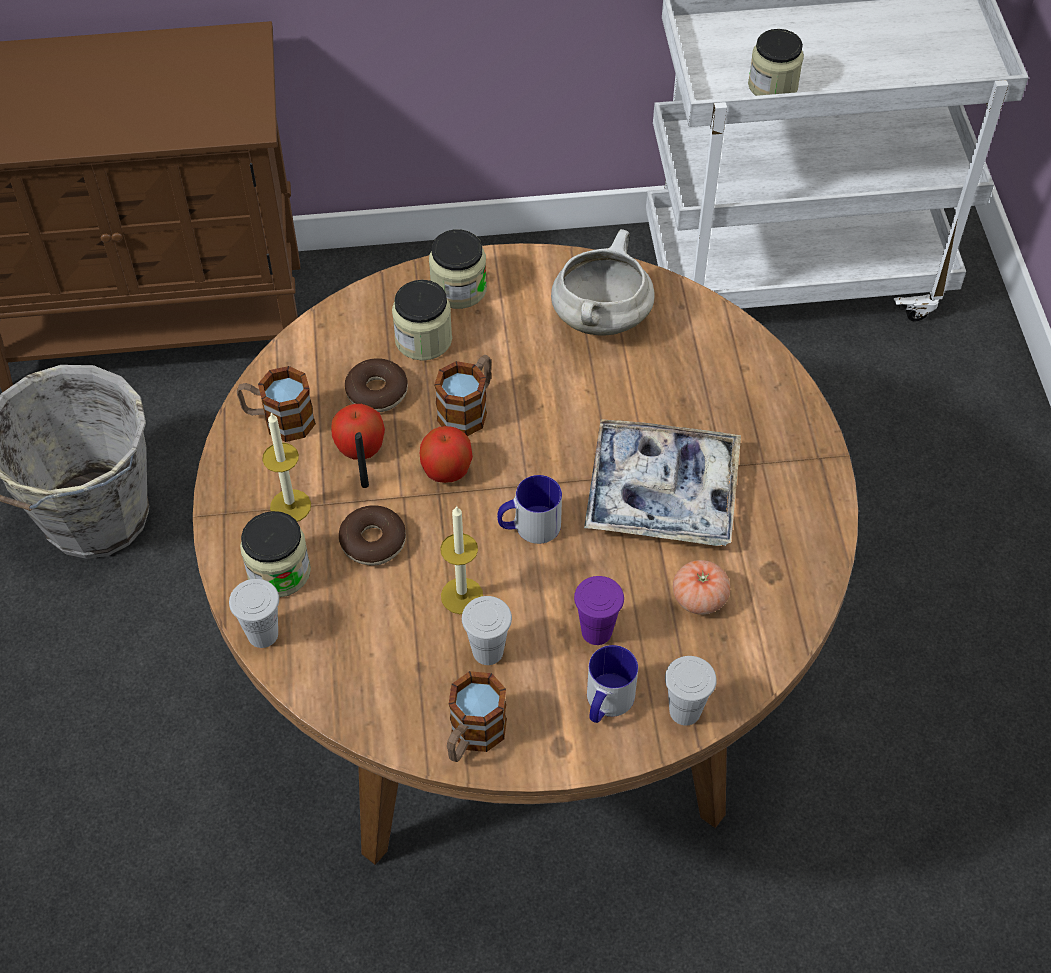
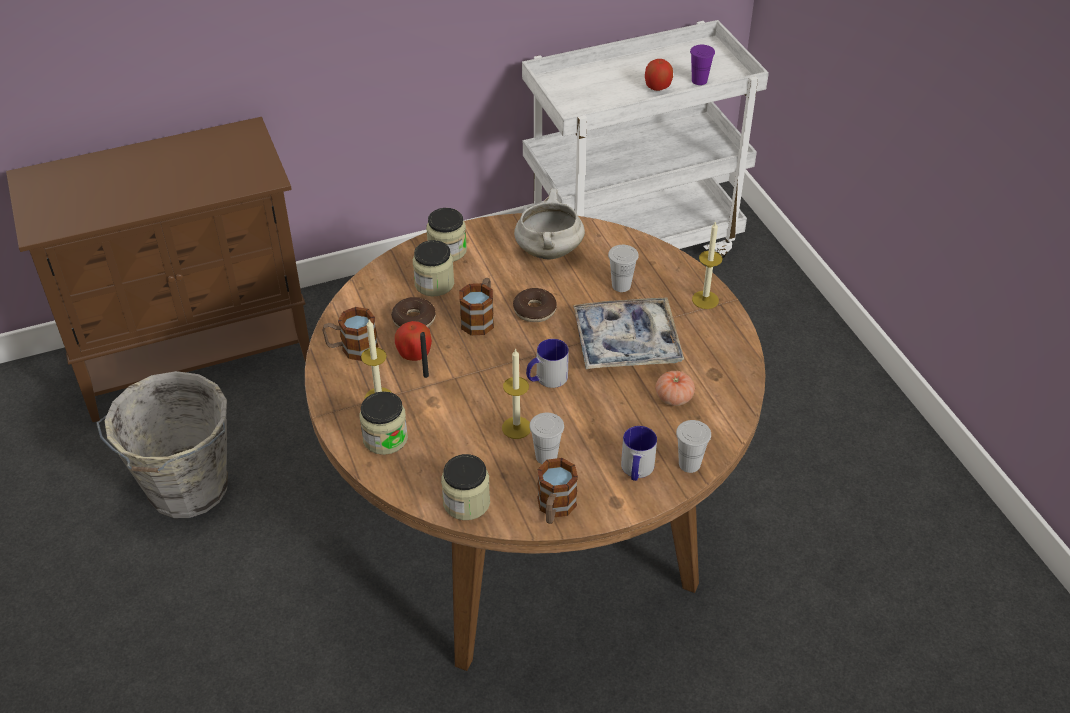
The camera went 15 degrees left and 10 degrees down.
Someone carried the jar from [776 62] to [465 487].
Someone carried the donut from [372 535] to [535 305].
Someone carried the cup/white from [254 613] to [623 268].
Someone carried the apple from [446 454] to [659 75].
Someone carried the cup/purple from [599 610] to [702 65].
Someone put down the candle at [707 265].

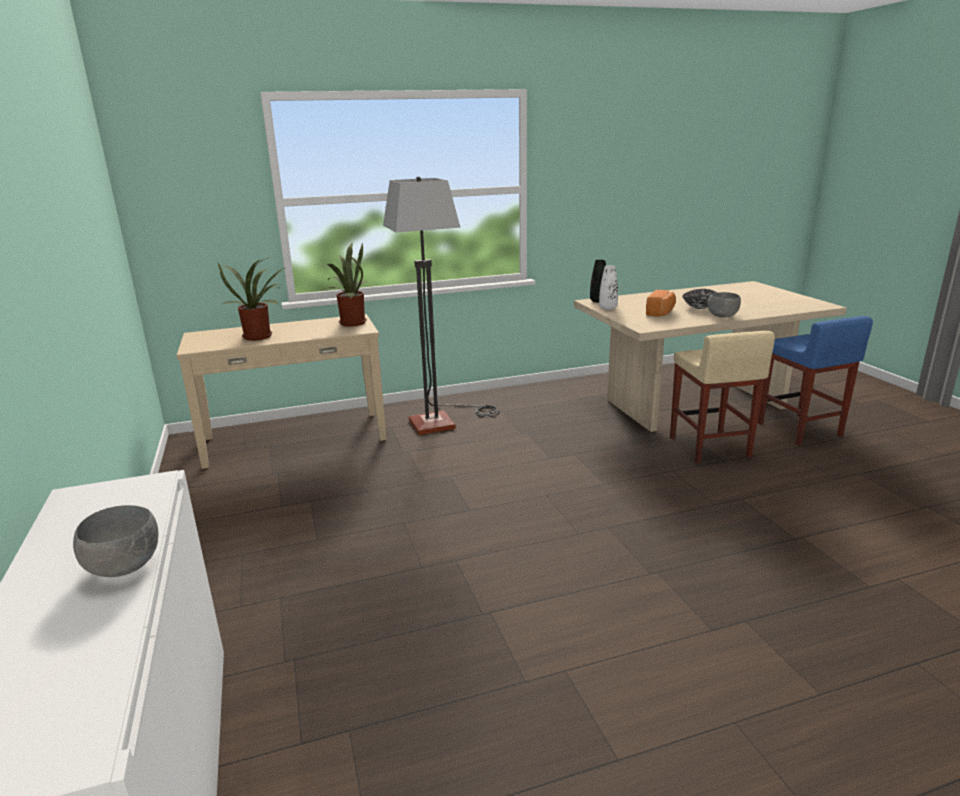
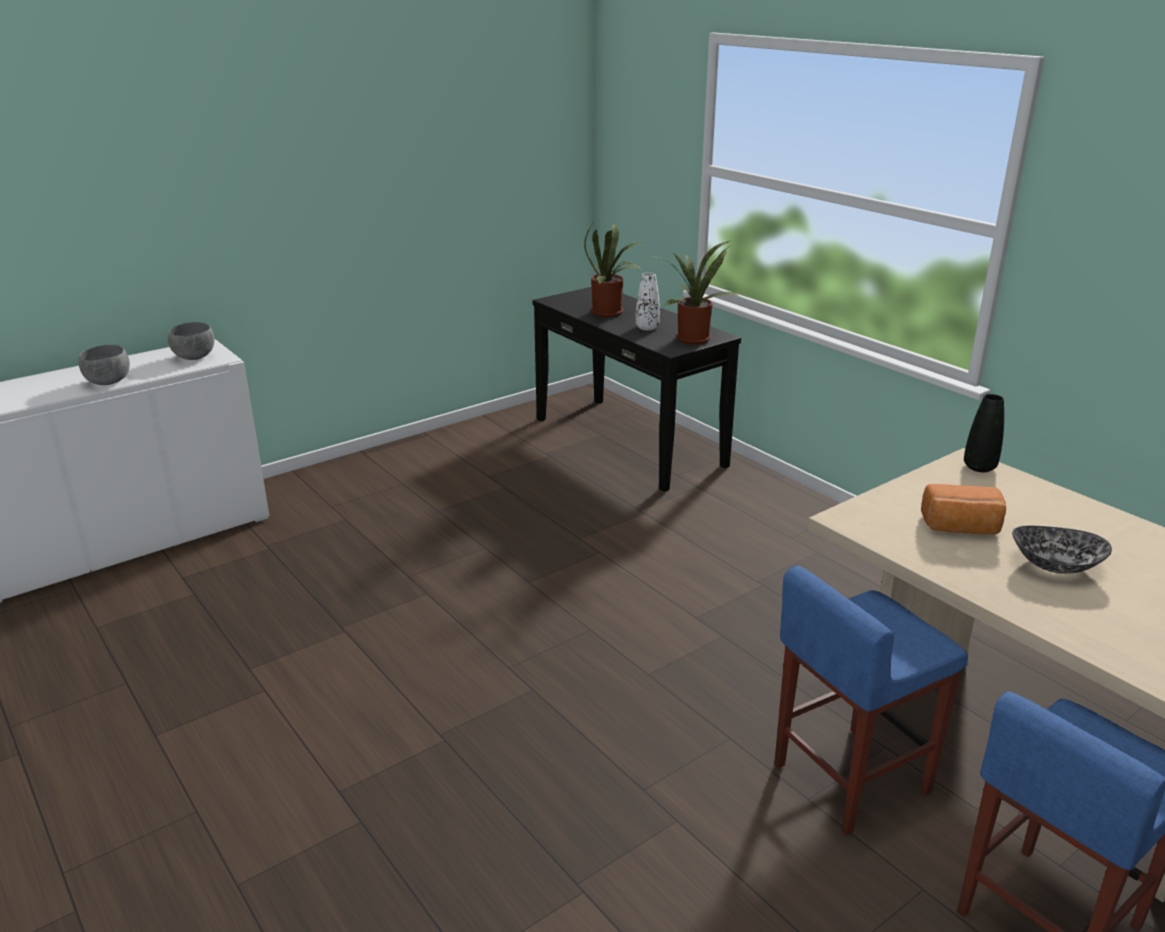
The camera went 70 degrees right and 5 degrees up.
Someone carried the bowl/grey from [724 304] to [191 341].
Someone repainted the console table/beige at [282 391], which became the console table/black at [636 389].
Someone carried the vase/white from [608 287] to [648 301].
Someone repainted the stool/beige at [722 397], which became the stool/blue at [871 700].
Someone took away the floor lamp at [441 306].

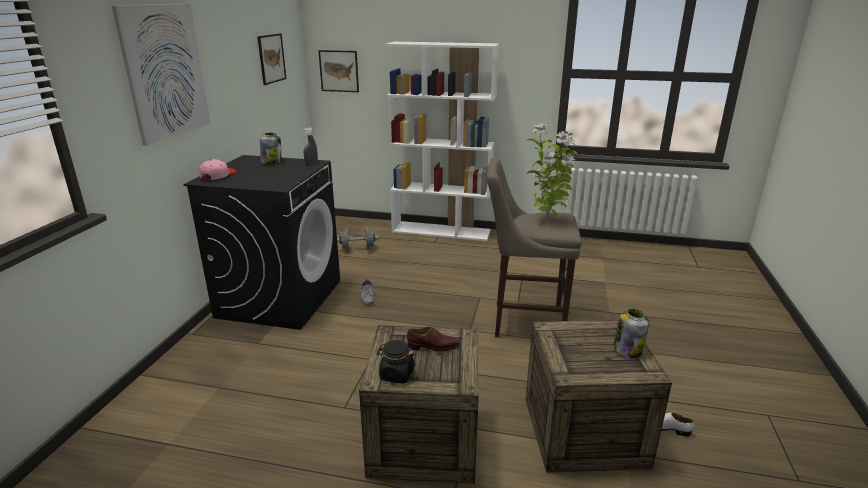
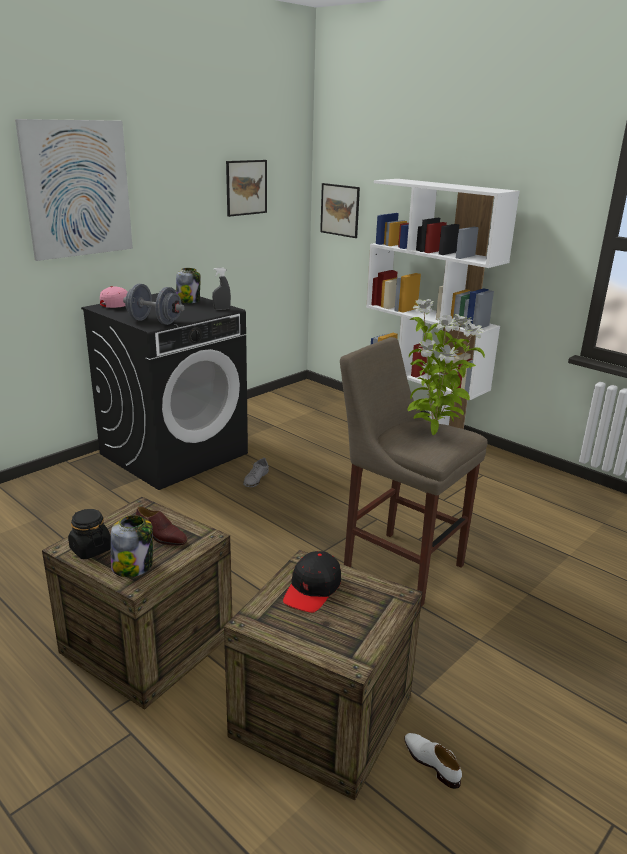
The camera went 30 degrees right and 0 degrees up.
Someone carried the jar from [631 333] to [132 546].
Someone carried the dumbbell/grey from [358 239] to [154 304].
Someone put down the cap/black at [312 582].

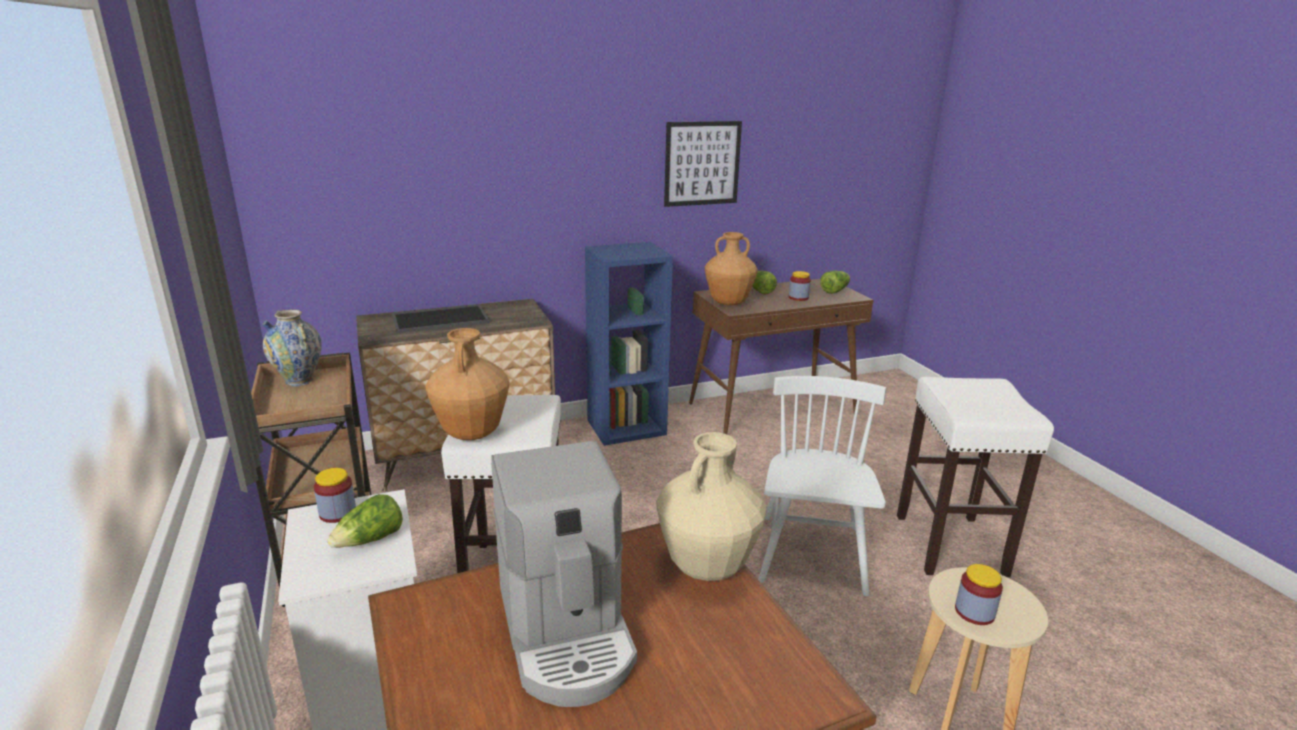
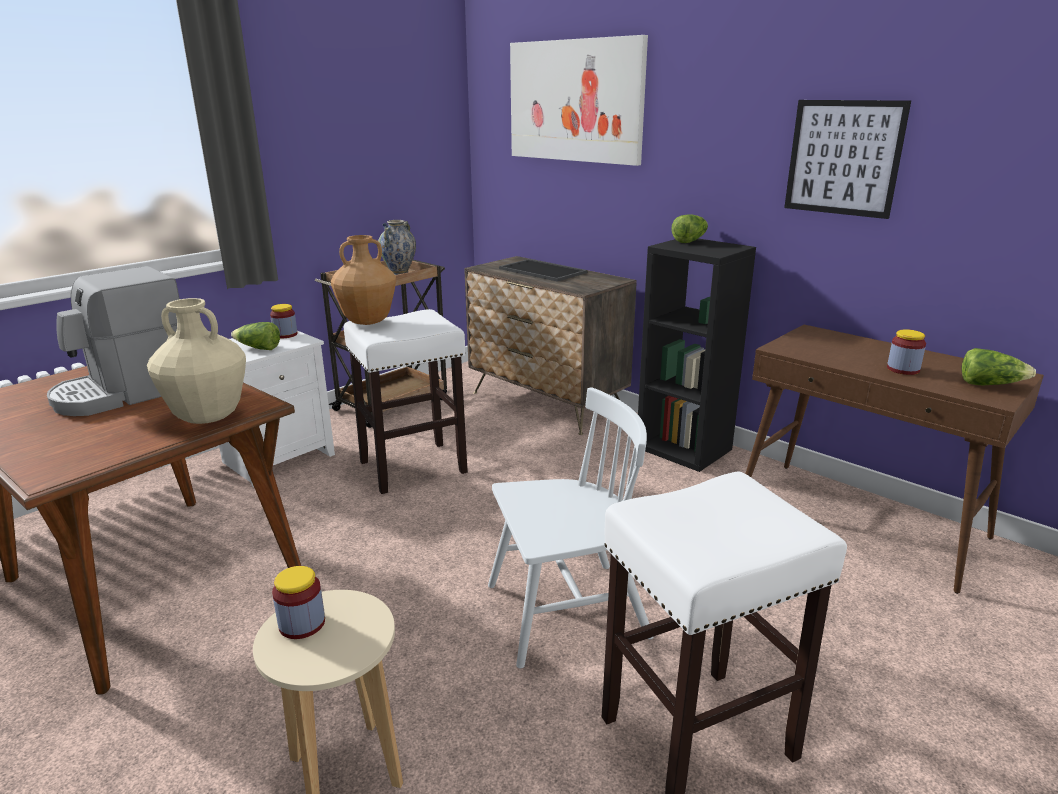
The camera went 65 degrees right and 0 degrees up.
Someone put up the picture at [579 100].
Someone repainted the bookcase/blue at [629 344], which became the bookcase/black at [697 355].
Someone carried the lettuce from [764 282] to [690 229].
Someone took away the vase/brown at [731 268].

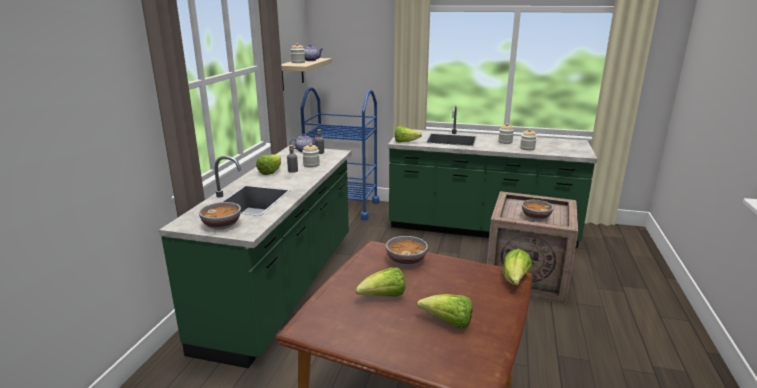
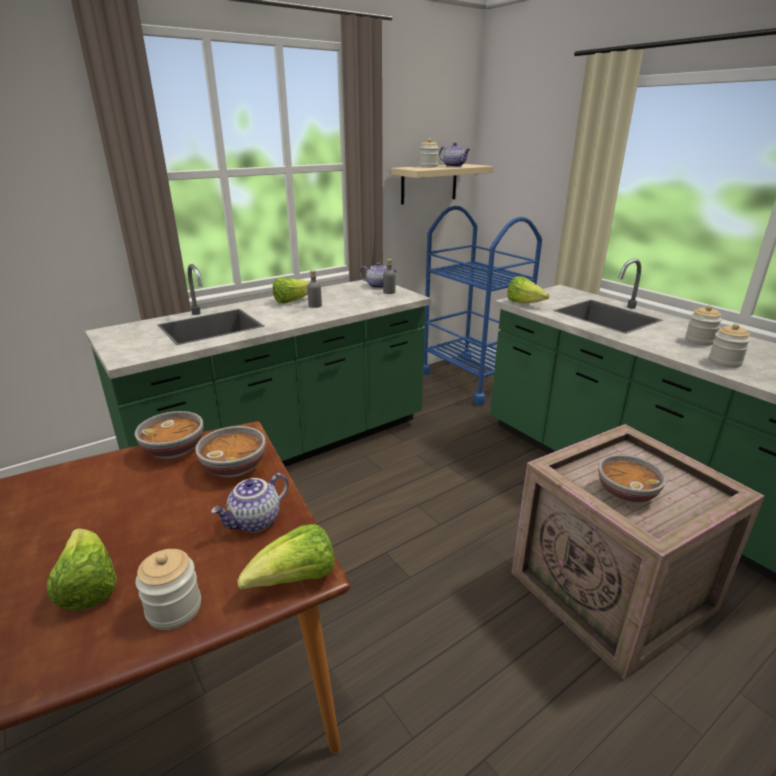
The camera went 40 degrees right and 5 degrees up.
Someone carried the bowl from [220 216] to [169 435].
Someone carried the jar from [311 155] to [168 589].
Someone put down the teapot at [250 502].
Someone took away the lettuce at [380 282].

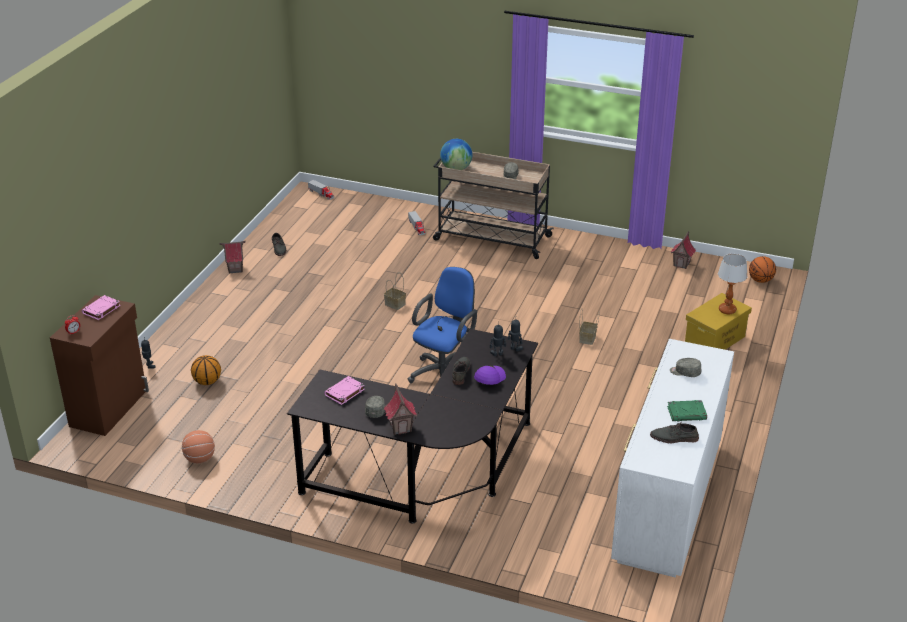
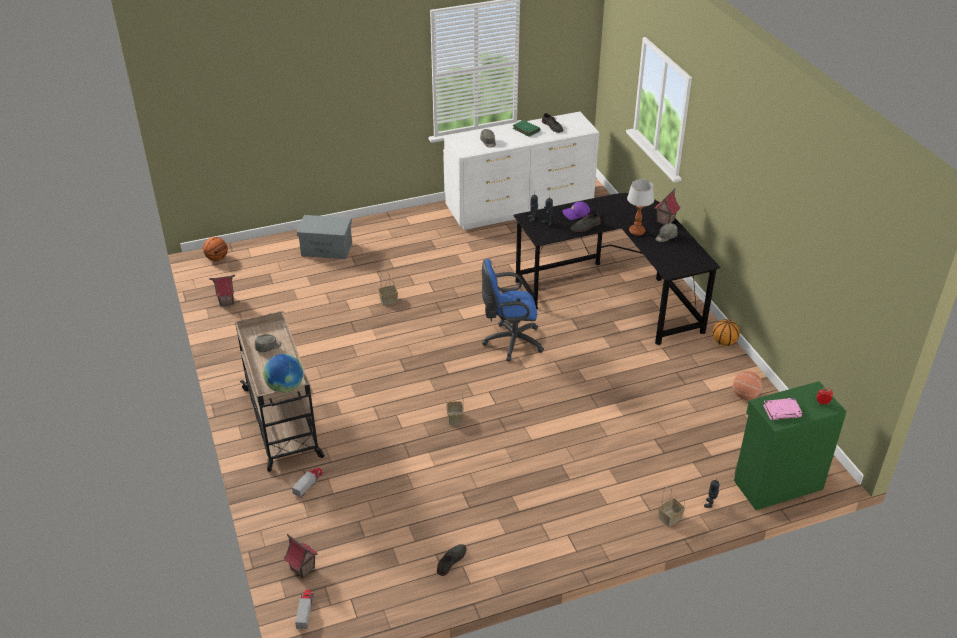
The camera went 130 degrees left and 5 degrees up.
Someone carried the toy house from [232 257] to [301 556].
Someone repainted the storage box/yellow at [718 321], which became the storage box/grey at [324 237].
Someone carried the table lamp from [733 284] to [640 207].
Someone put down the basket at [671 506].
Someone carried the basketball from [206 370] to [726 332].
Someone repainted the cabinet/brown at [99 365], which became the cabinet/green at [790 445].
Someone took away the book/pink at [344 390].

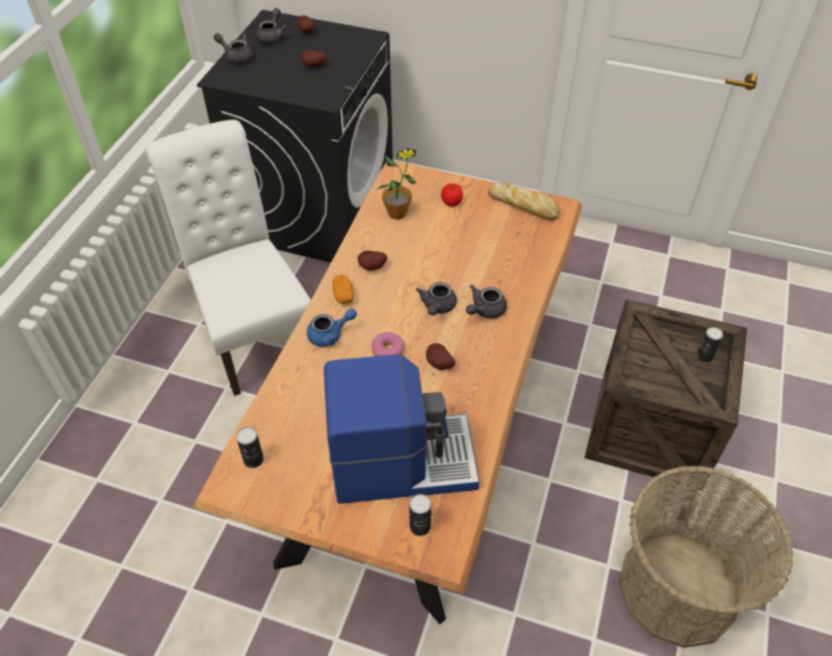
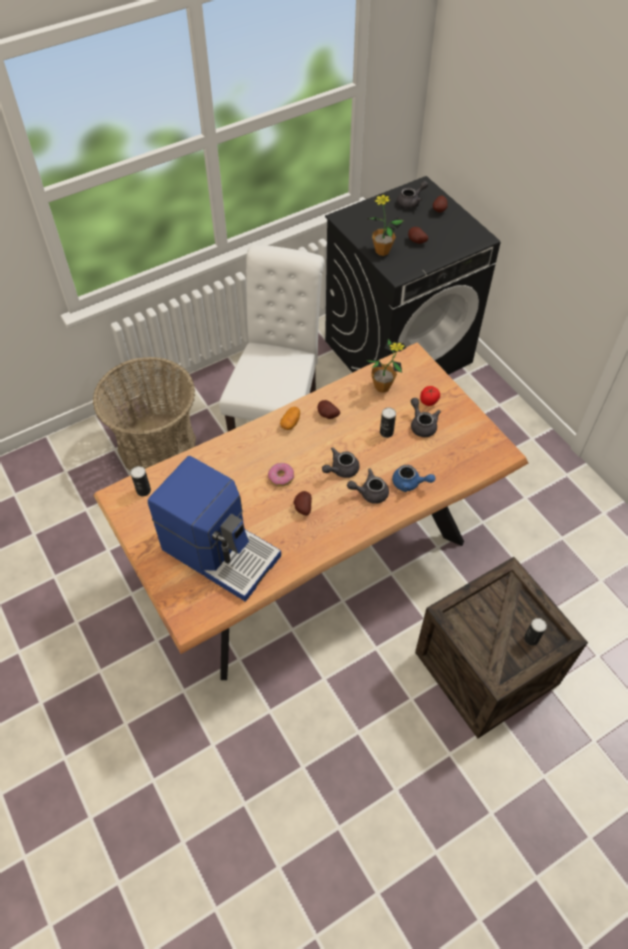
The camera went 40 degrees right and 5 degrees up.
Someone carried the basket from [706 556] to [144 413].
Someone put down the potted plant at [386 225].
Someone carried the can from [420 515] to [388 422].
Someone carried the teapot/blue from [332 327] to [413 478].
Someone carried the teapot/grey from [233 48] to [426 417].
Someone took away the bread at [524 201].

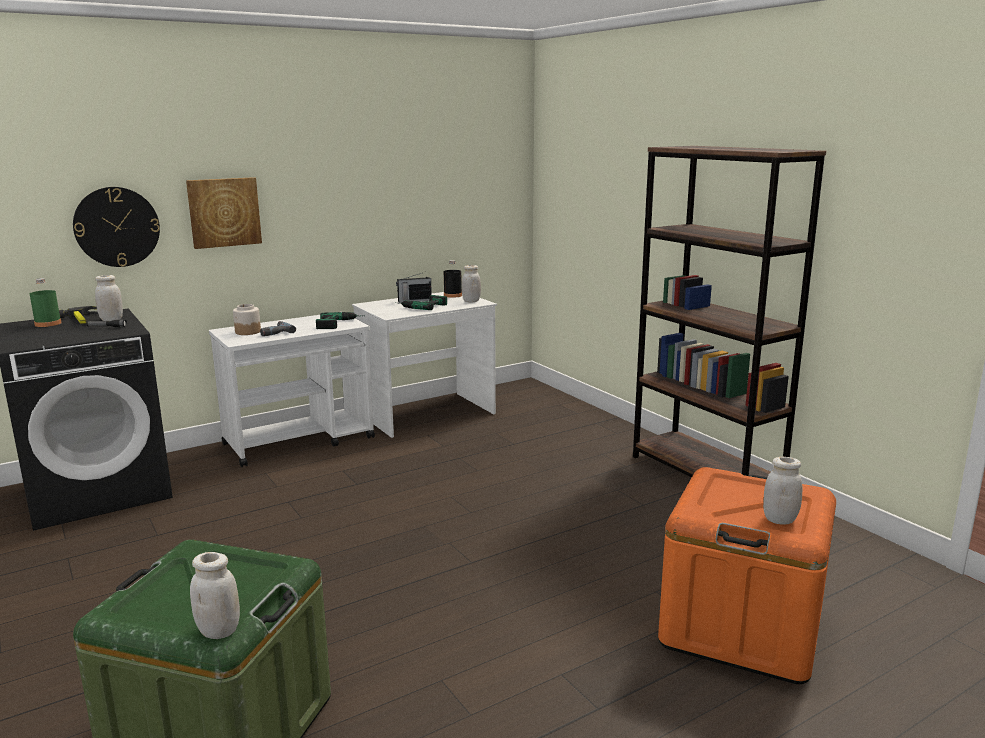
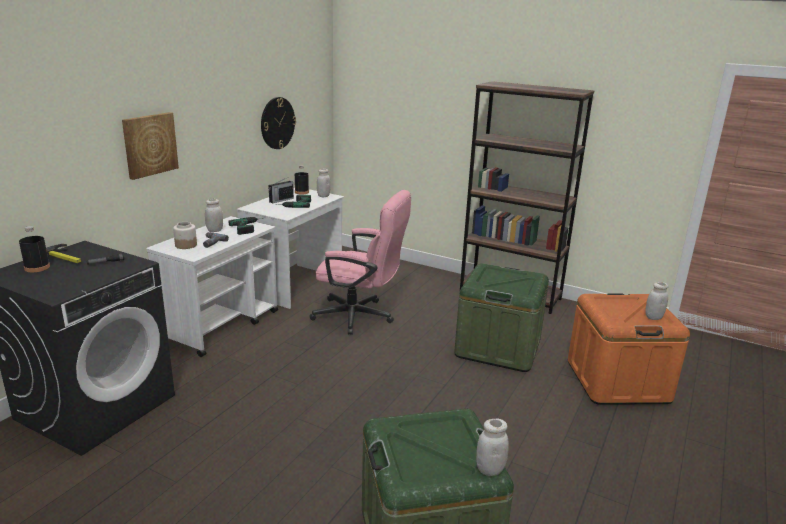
The camera went 30 degrees left and 5 degrees up.
Someone repainted the bottle/green at [46 302], which became the bottle/black at [34 249].
Someone carried the jar/white from [109 298] to [214 215].
Someone carried the wall clock from [116 227] to [278 123].
Someone put down the office chair/pink at [360 262].
Someone put down the storage box/green at [501 317].

